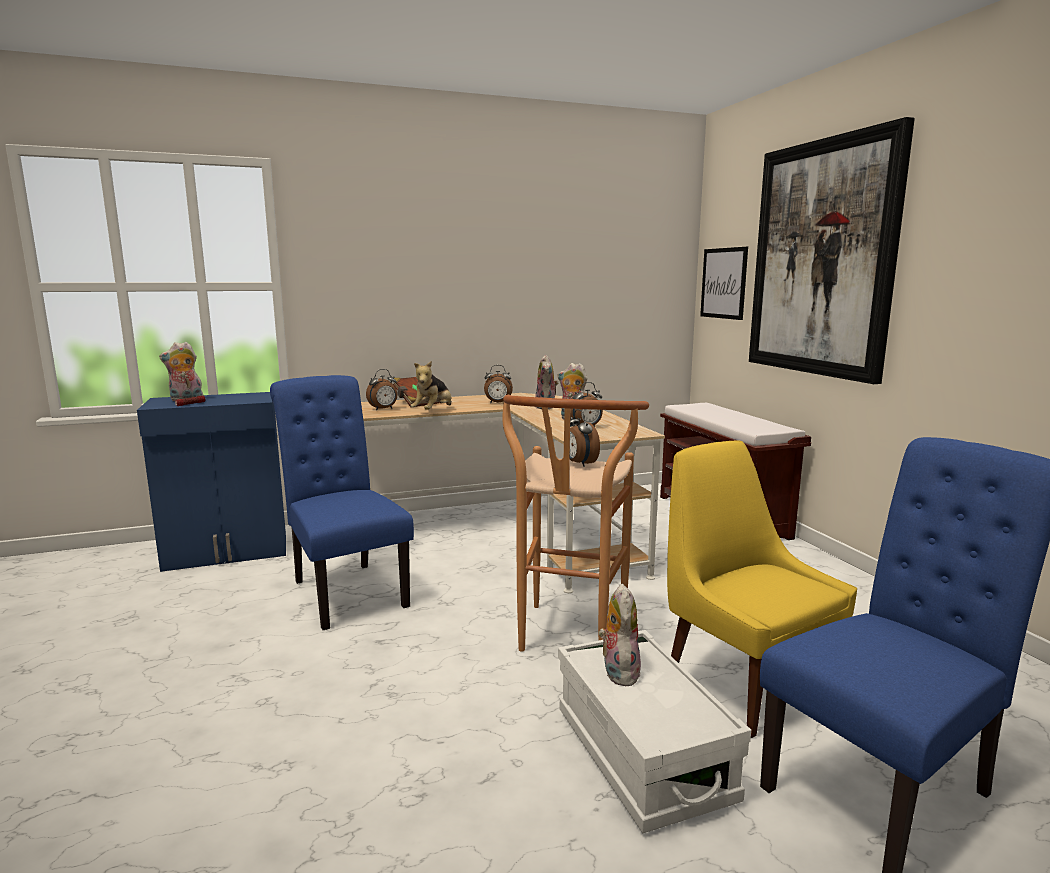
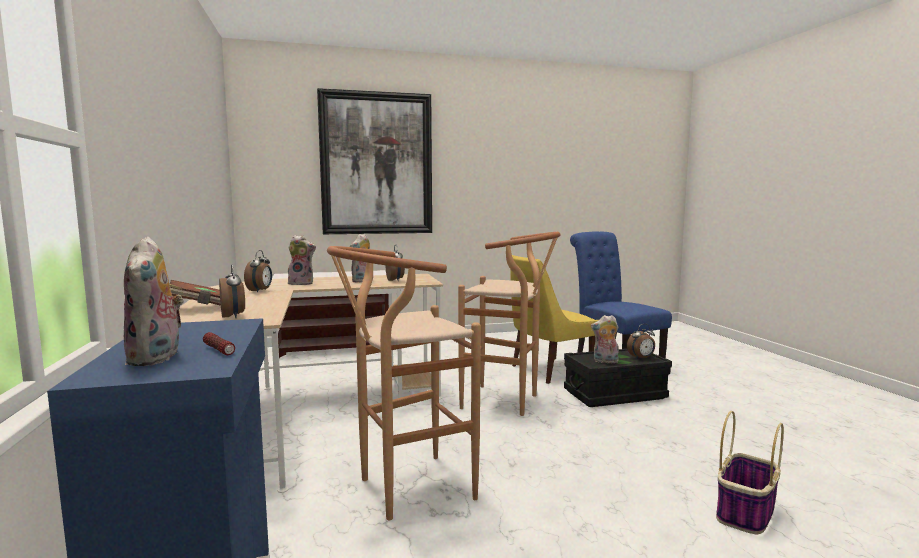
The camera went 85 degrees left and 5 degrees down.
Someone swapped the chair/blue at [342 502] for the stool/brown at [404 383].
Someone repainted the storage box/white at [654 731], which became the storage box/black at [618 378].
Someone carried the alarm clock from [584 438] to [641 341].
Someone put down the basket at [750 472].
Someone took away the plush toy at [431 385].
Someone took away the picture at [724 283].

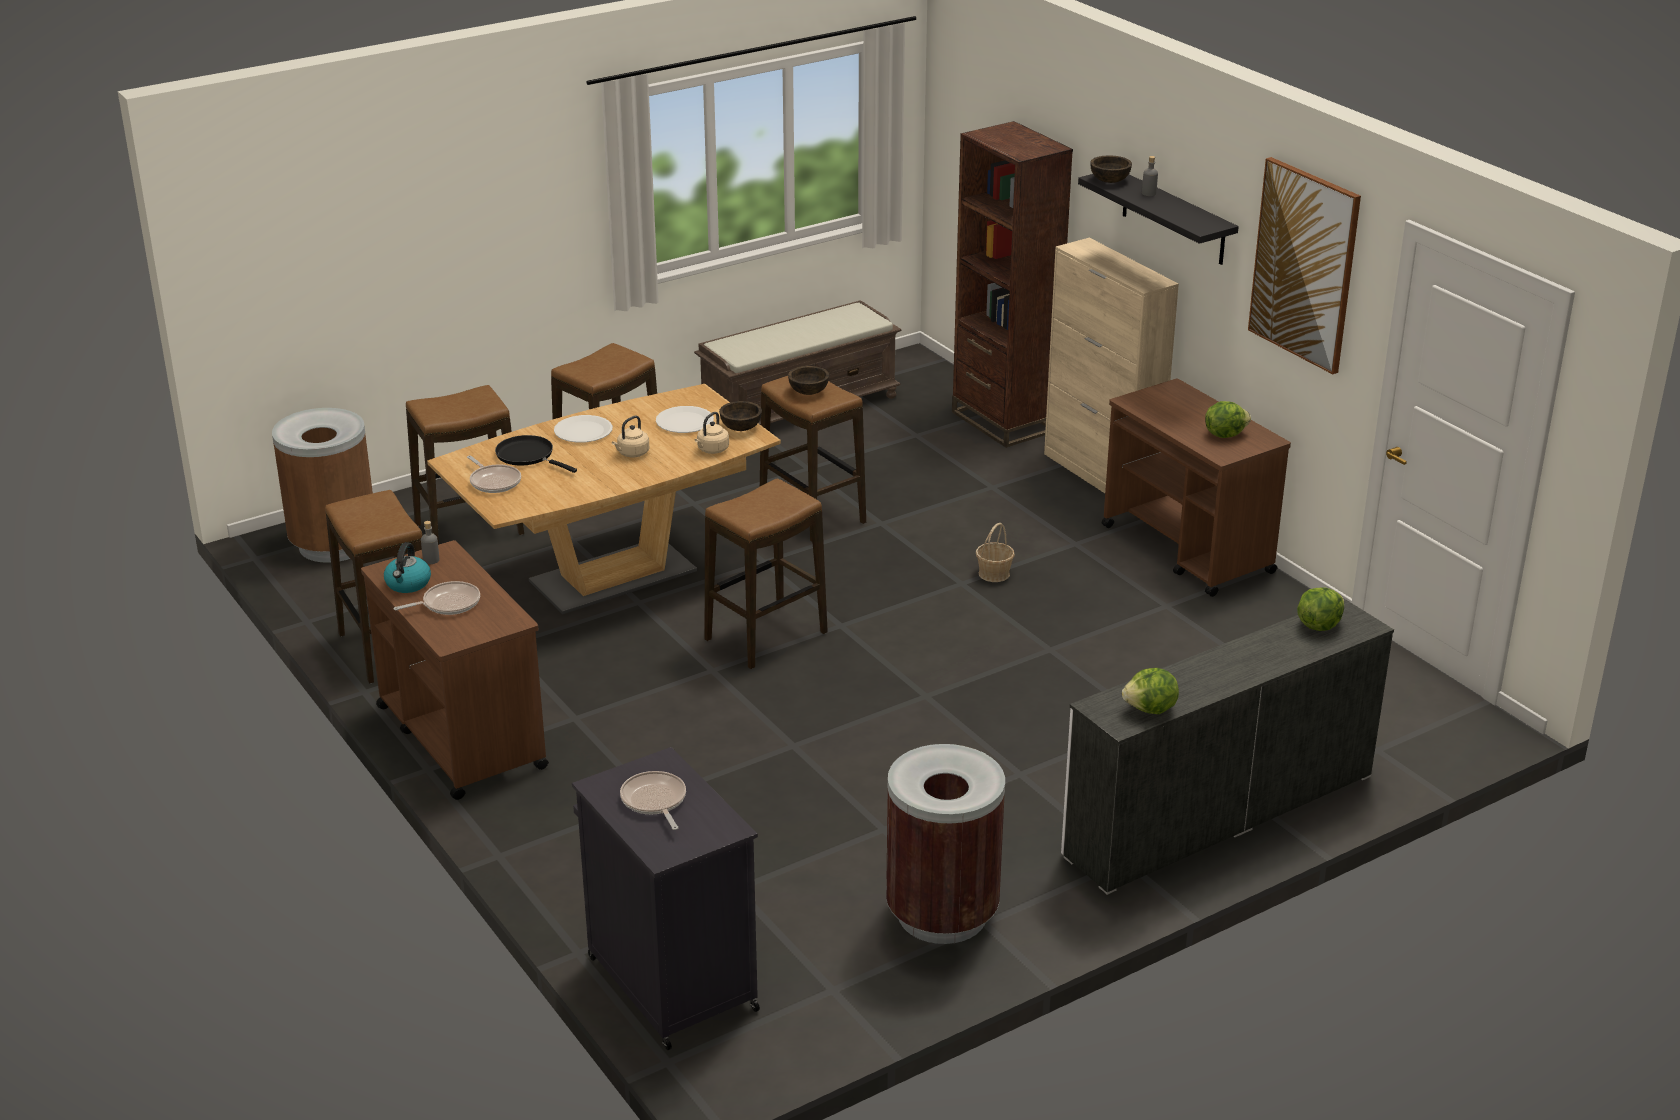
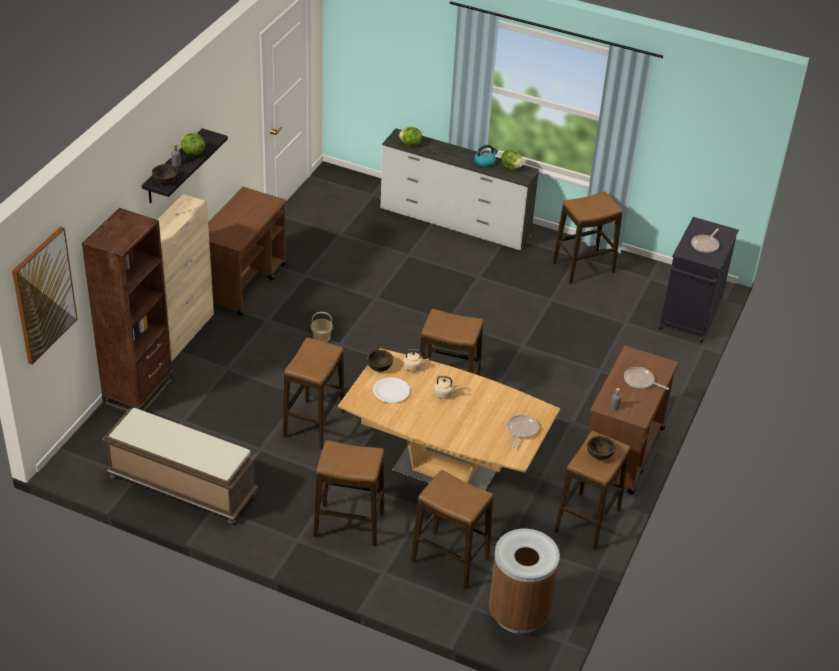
The camera went 125 degrees left and 10 degrees up.
Someone carried the picture from [1304 265] to [45 296].
Someone carried the lettuce from [1228 419] to [193 144].
Someone carried the kettle from [407 567] to [486 156].
Someone swapped the trash can/brown at [945 844] for the stool at [587 237].
Someone carried the bowl/brown from [808 380] to [601 448].
Someone took away the frying pan/black at [536 454].
Someone took away the plate/white at [583 429].

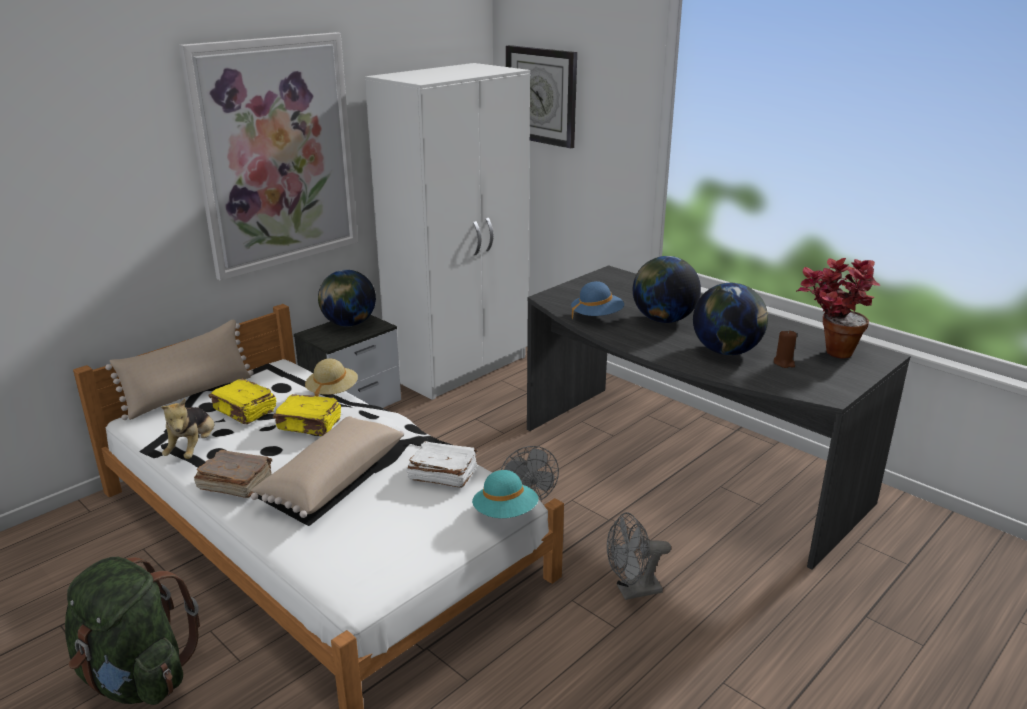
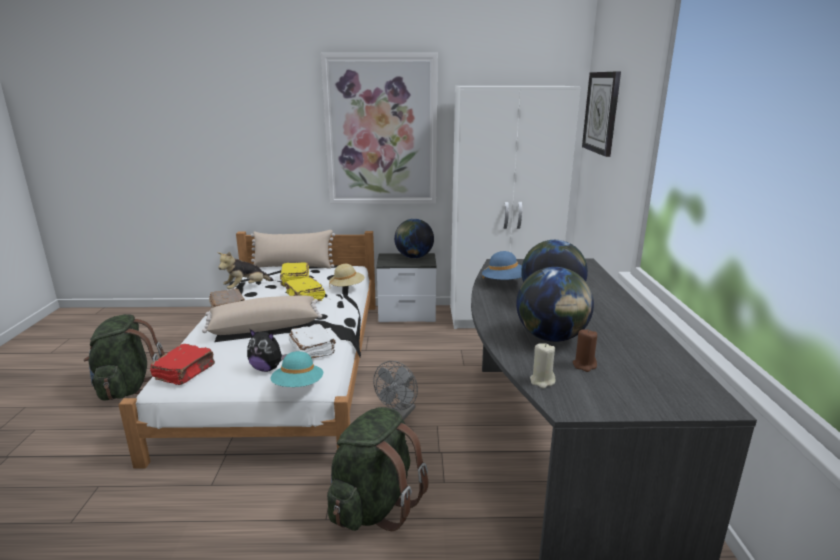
The camera went 45 degrees right and 5 degrees down.
Someone put down the book/red at [182 364].
Someone put down the plush toy at [267 350].
Someone swapped the fan/grey at [639 556] for the backpack/green at [377 469].
Someone put down the candle/beige at [543 365].
Someone took away the potted plant at [838 308].

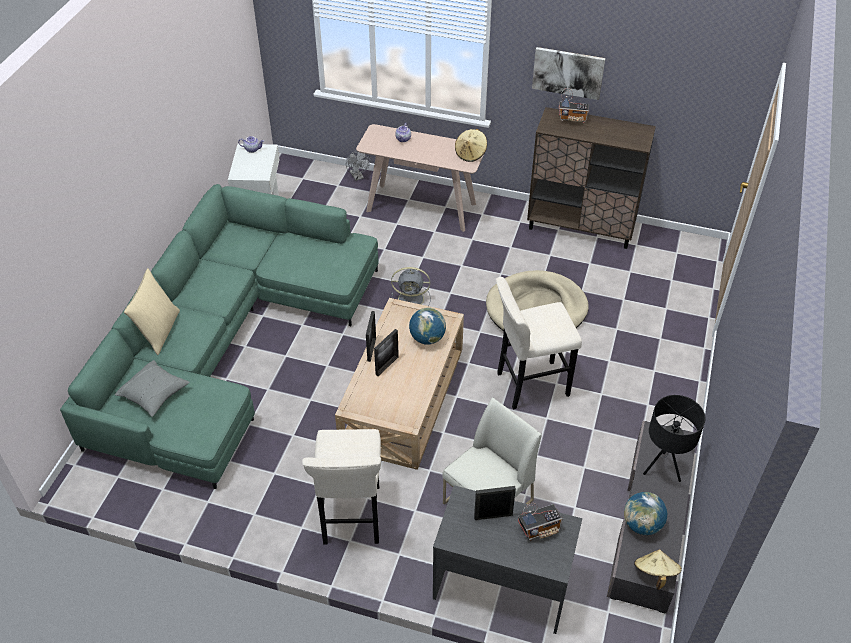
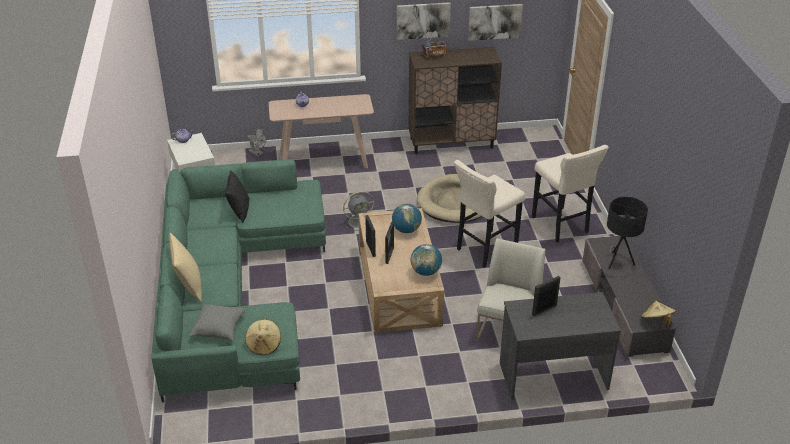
The camera went 25 degrees left and 10 degrees down.
Someone put down the pillow/black at [237 196].
Someone carried the hat/beige from [471 145] to [263 337].
Someone carried the globe from [645 513] to [426 260].
Someone put up the picture at [495 22].
Someone carried the stool/beige from [341 486] to [570 193].
Someone took away the radio at [540 522].

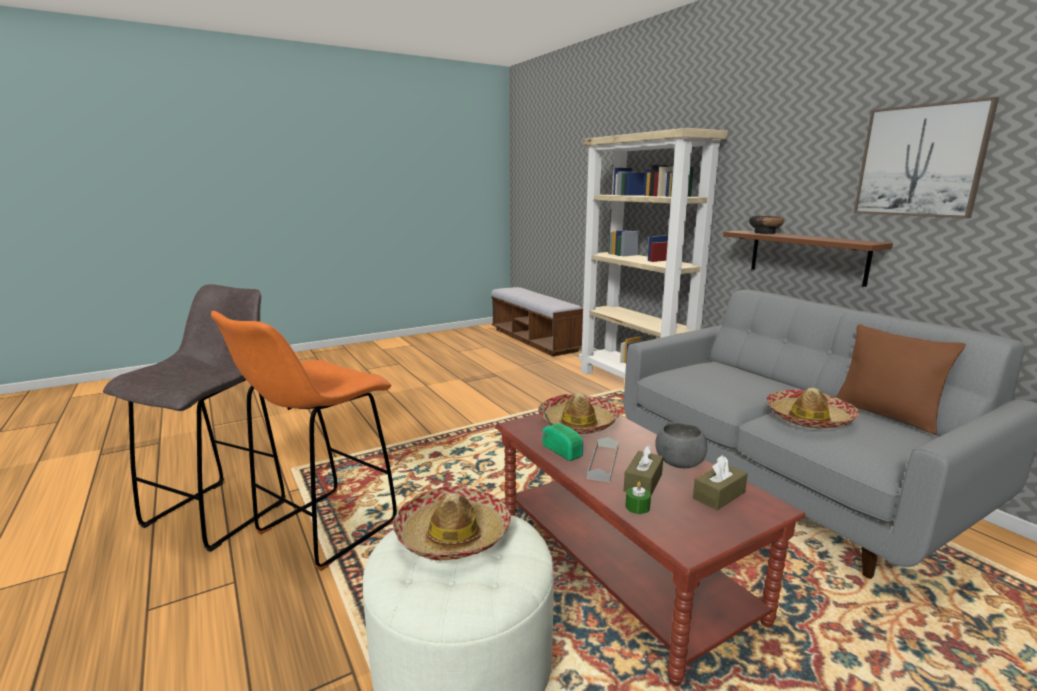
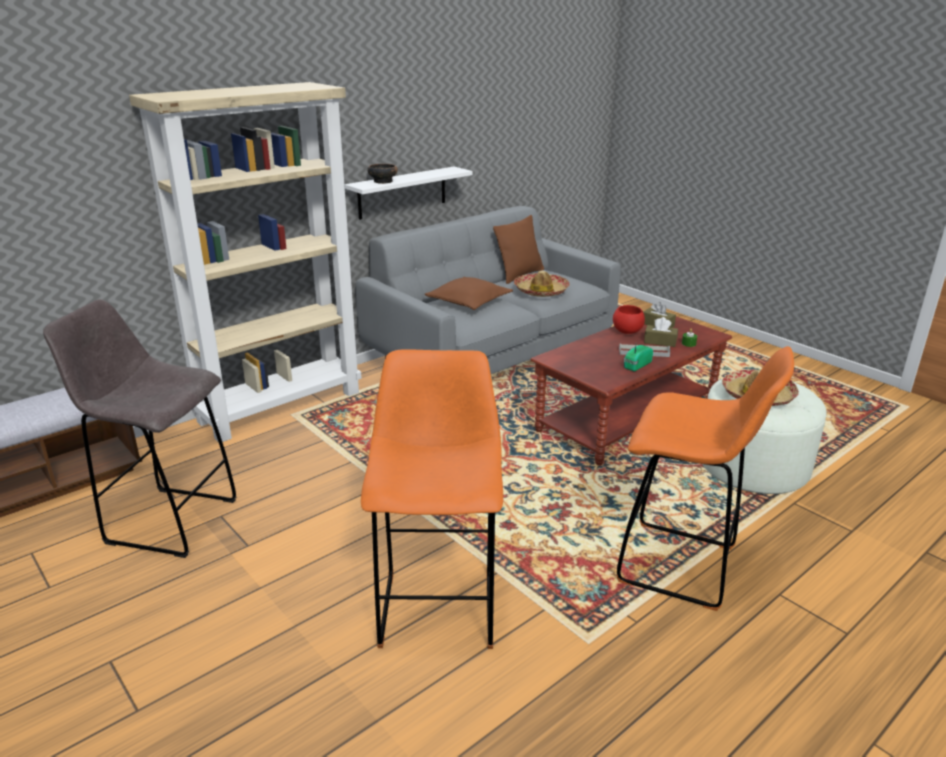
The camera went 100 degrees left and 10 degrees up.
Someone carried the stool/grey from [194 418] to [140 428].
Someone repainted the shelf/brown at [808 258], which became the shelf/white at [409 193].
Someone put down the stool/orange at [432 499].
Someone put down the pillow/brown at [469 293].
Someone repainted the bowl/grey at [681 445], which became the bowl/red at [629 319].
Someone took away the hat at [579 413].
Someone took away the picture at [926 157].

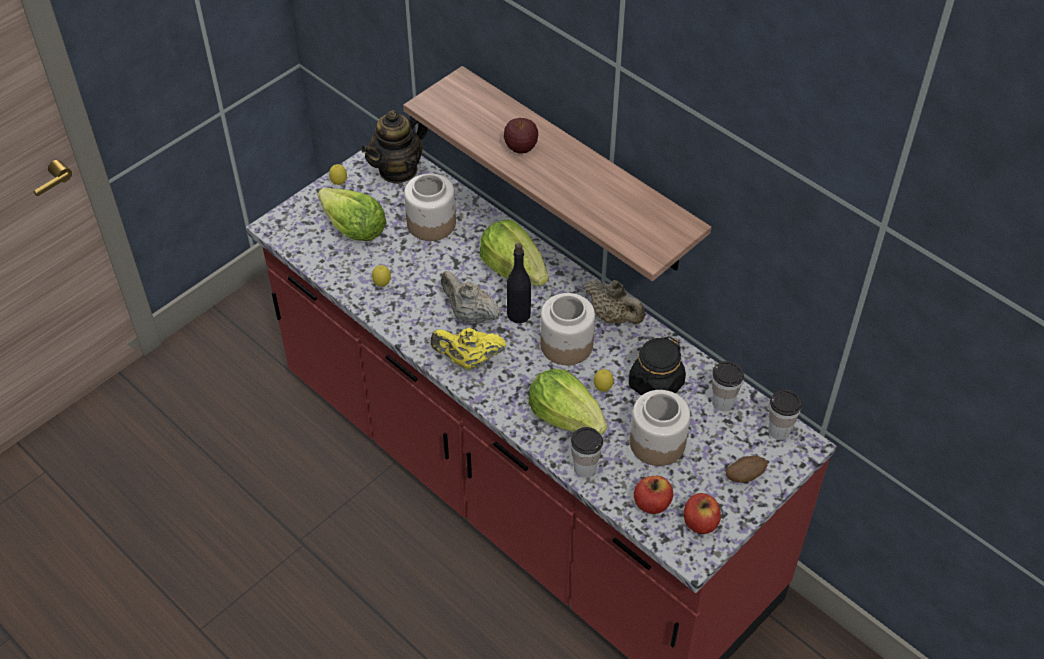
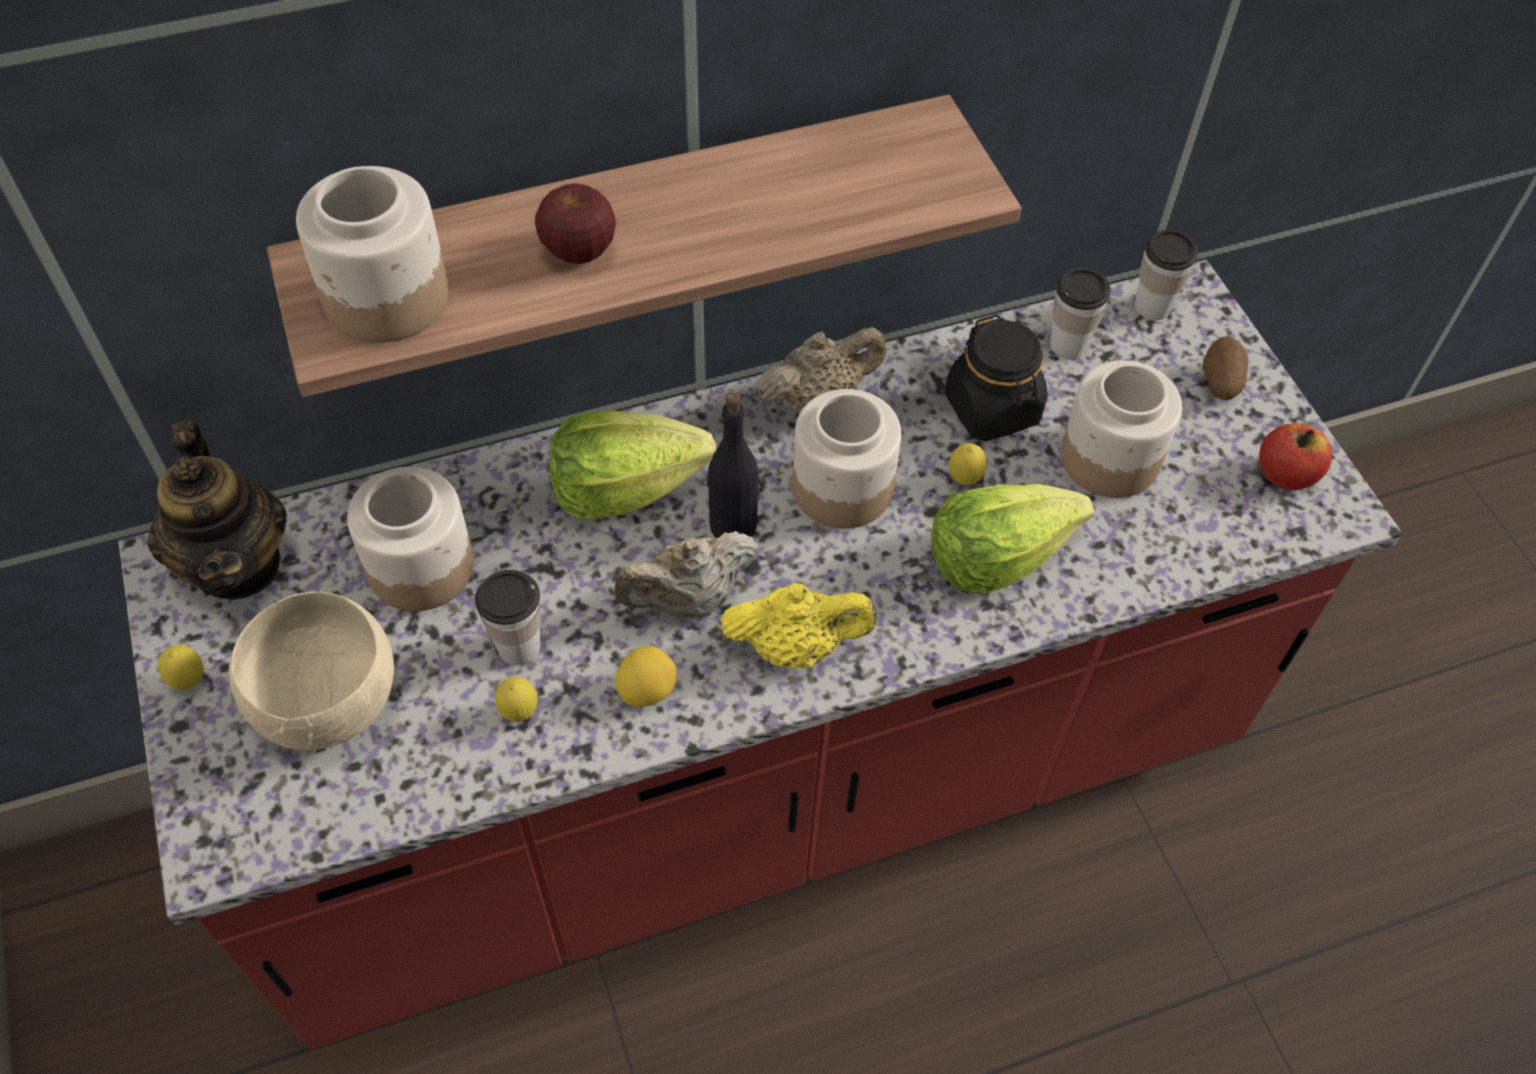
The camera went 65 degrees left and 5 degrees up.
Someone swapped the lettuce at [352 214] for the bowl/beige at [311 671].
Someone put down the jar at [372 254].
Someone carried the cup from [587 452] to [508 617].
Someone put down the lemon at [646 676].
Someone rotated the teapot/yellow at [468 348] by 120 degrees counterclockwise.
Someone took away the apple at [653 495].

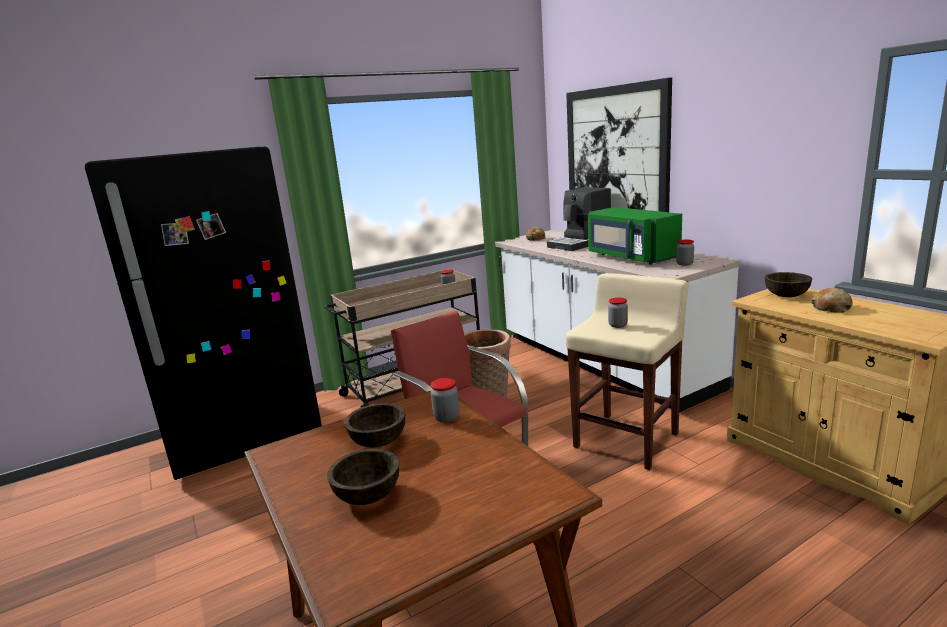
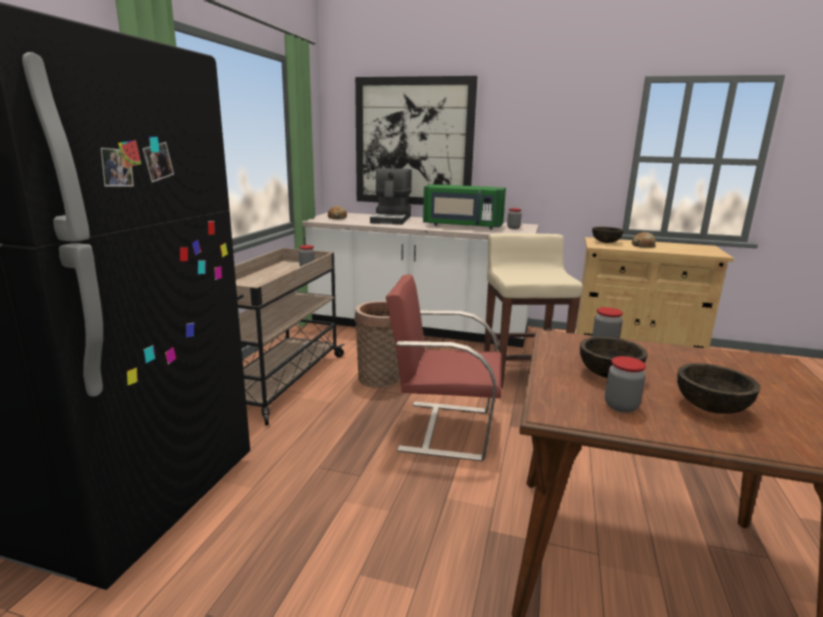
The camera went 45 degrees left and 0 degrees up.
Someone carried the jar from [618 312] to [625 384].

